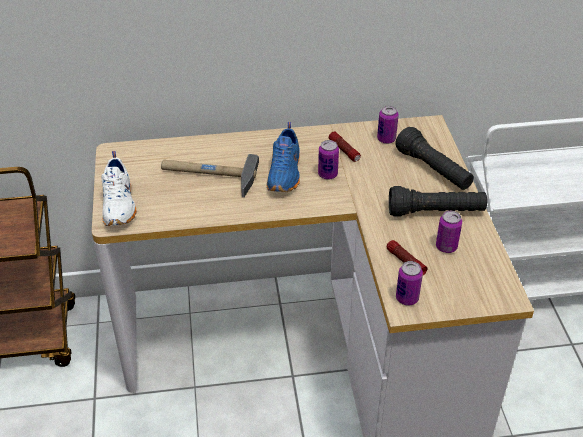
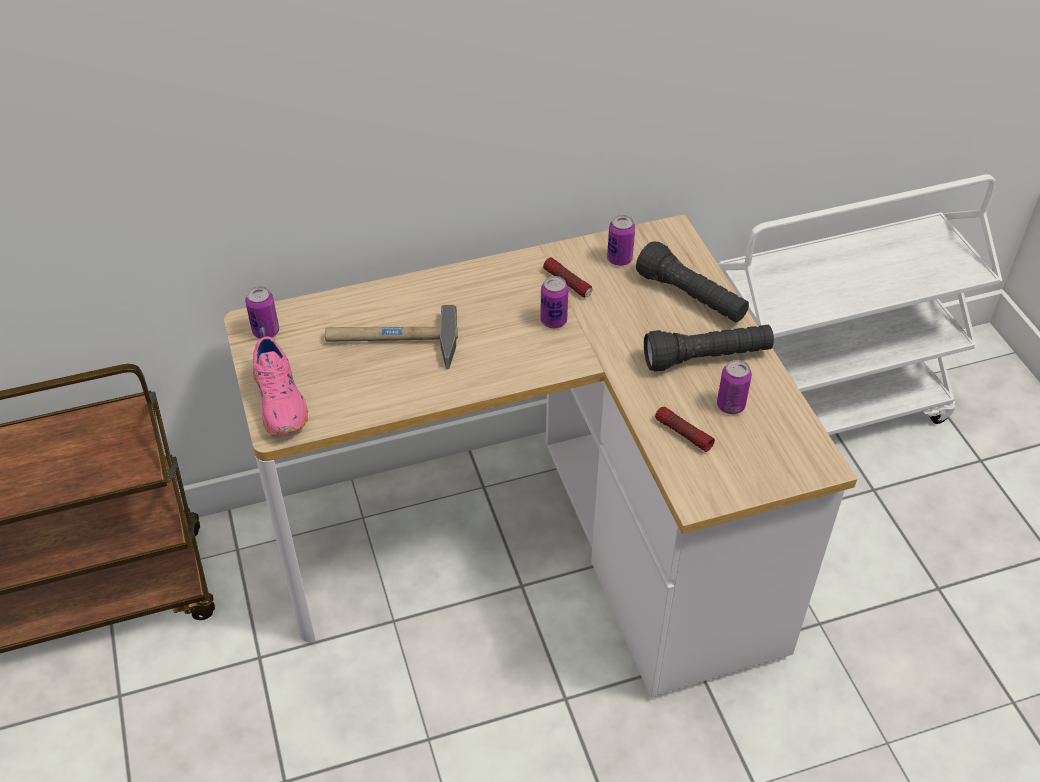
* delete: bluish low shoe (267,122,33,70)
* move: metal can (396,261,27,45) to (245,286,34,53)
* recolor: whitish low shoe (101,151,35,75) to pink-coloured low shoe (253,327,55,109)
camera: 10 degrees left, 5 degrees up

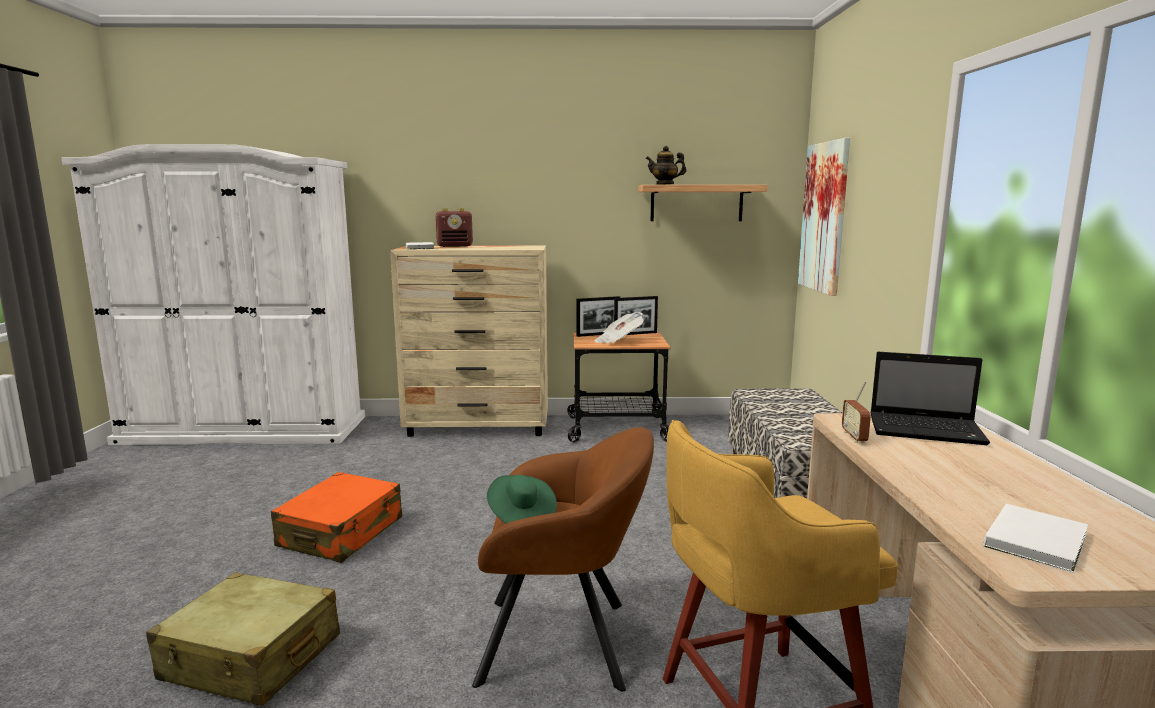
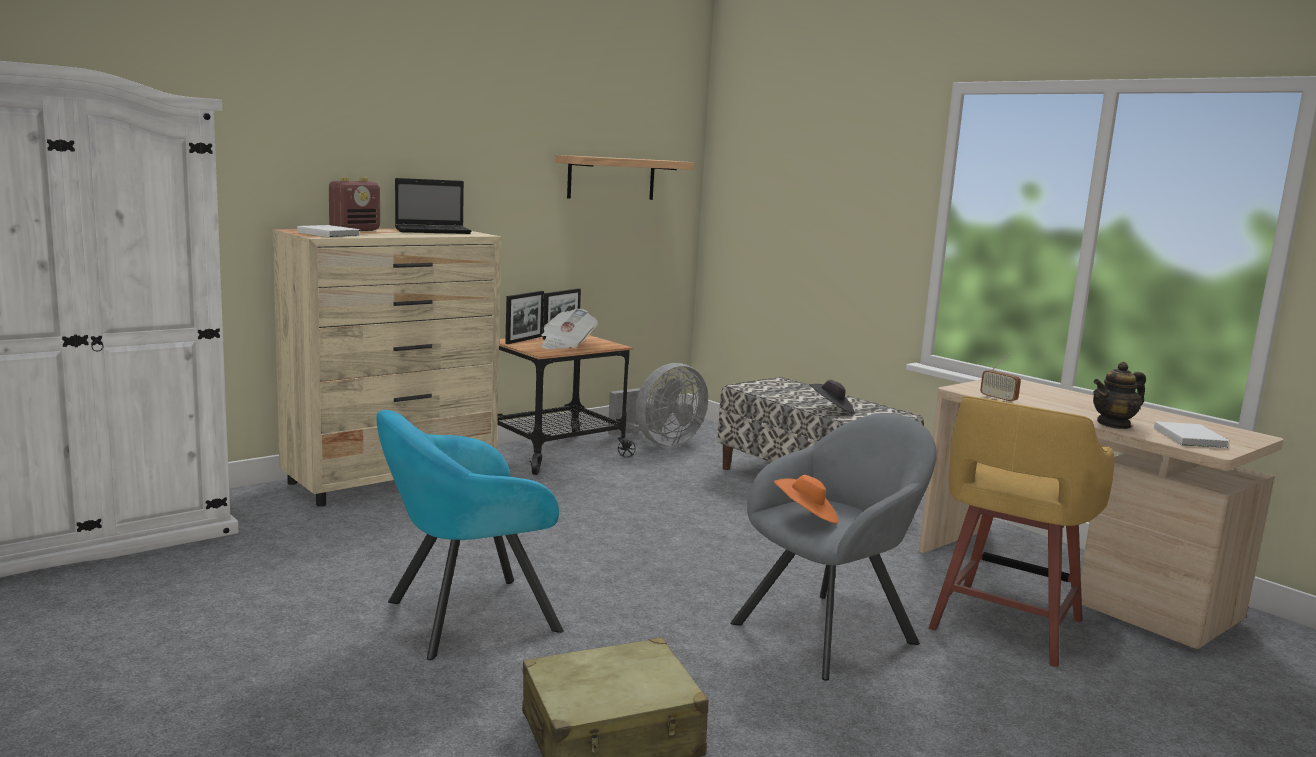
* delete: wall picture (798,138,52,158)
* insert: gray cooling fan (608,363,100,83)
* insert: black wearable hat (809,380,45,33)
* move: tea pot (646,146,41,39) to (1093,362,53,67)
* move: laptop (870,352,120,93) to (395,178,76,56)
* replace: orange suitcase (271,472,131,91) to turquoise easy chair (376,410,188,250)
* recolor: brown-coloured easy chair (472,427,182,265) to gray easy chair (730,413,207,268)
* recolor: green-coloured wearable hat (487,475,70,49) to orange wearable hat (774,475,65,49)
camera: 40 degrees left, 0 degrees up

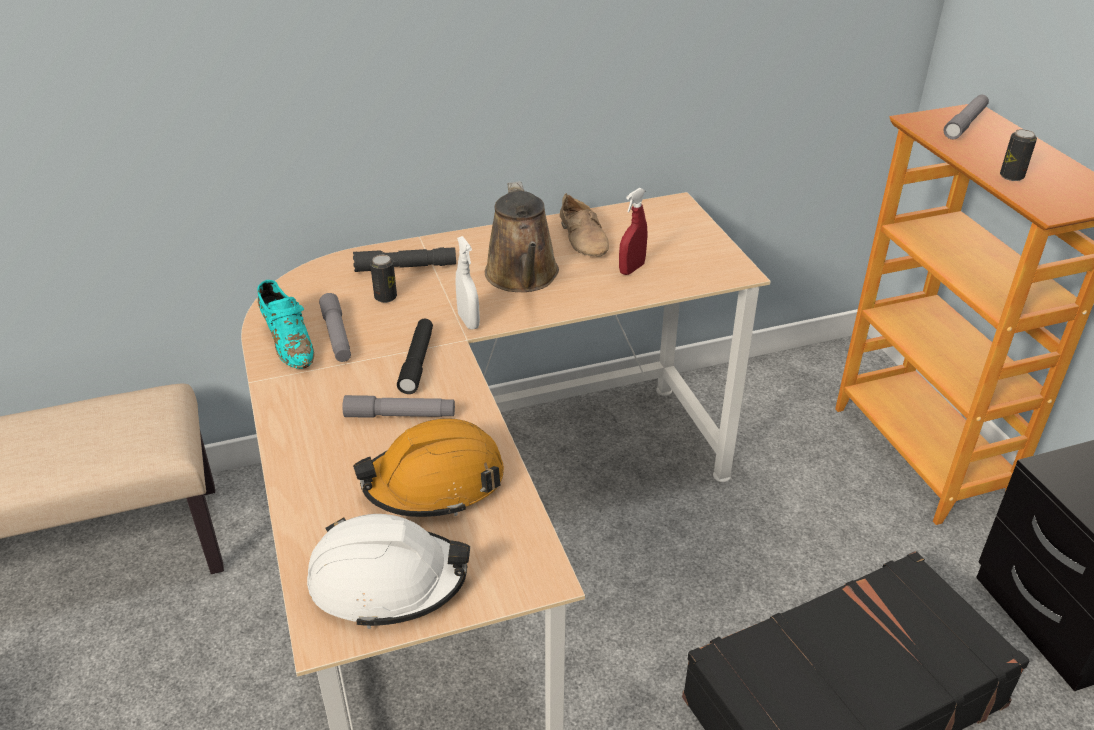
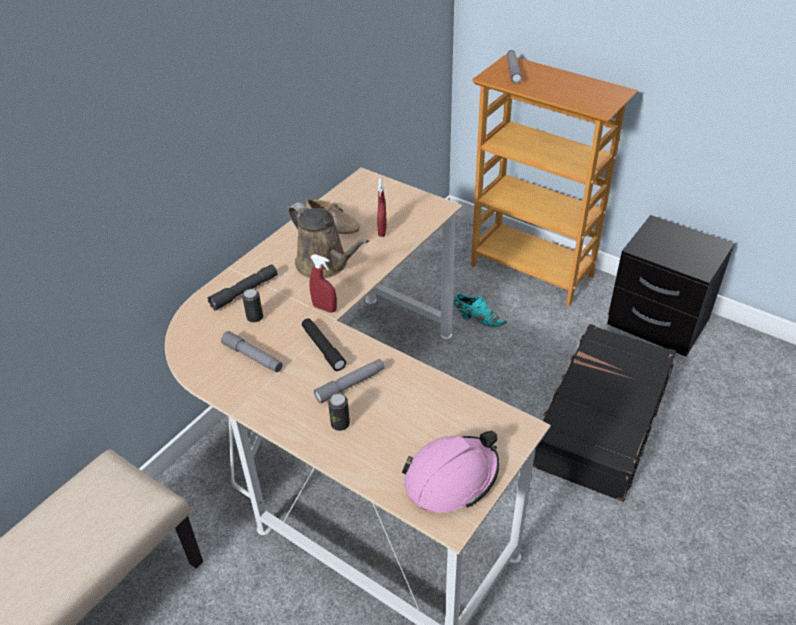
* delete: orange work helmet (353,418,151,99)
* move: turquoise low shoe (257,280,57,89) to (453,293,54,34)
* move: metal can (1000,129,37,52) to (328,394,22,37)
* recolor: whitish work helmet (307,514,163,115) to pink-coloured work helmet (402,431,97,81)
* recolor: whitish hand sprayer (456,236,24,94) to red hand sprayer (309,254,28,59)
camera: 35 degrees left, 5 degrees up

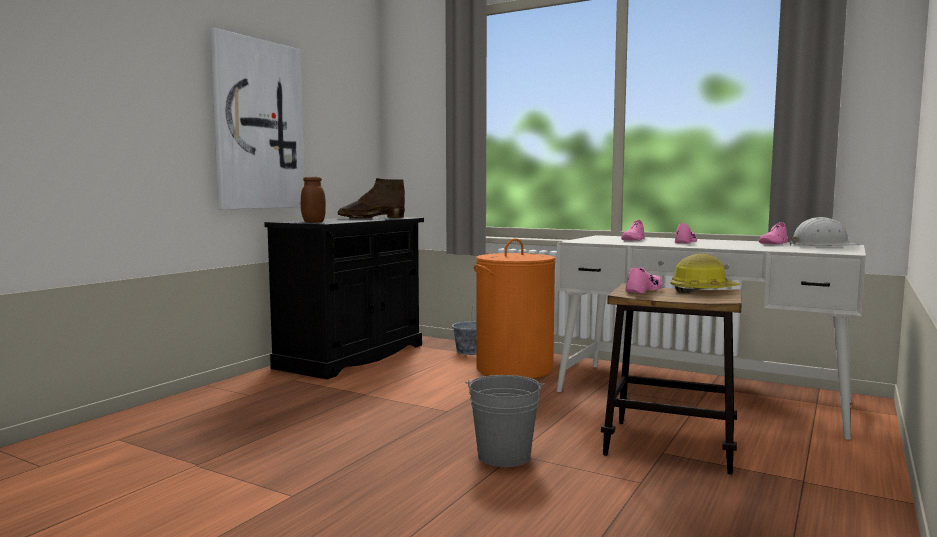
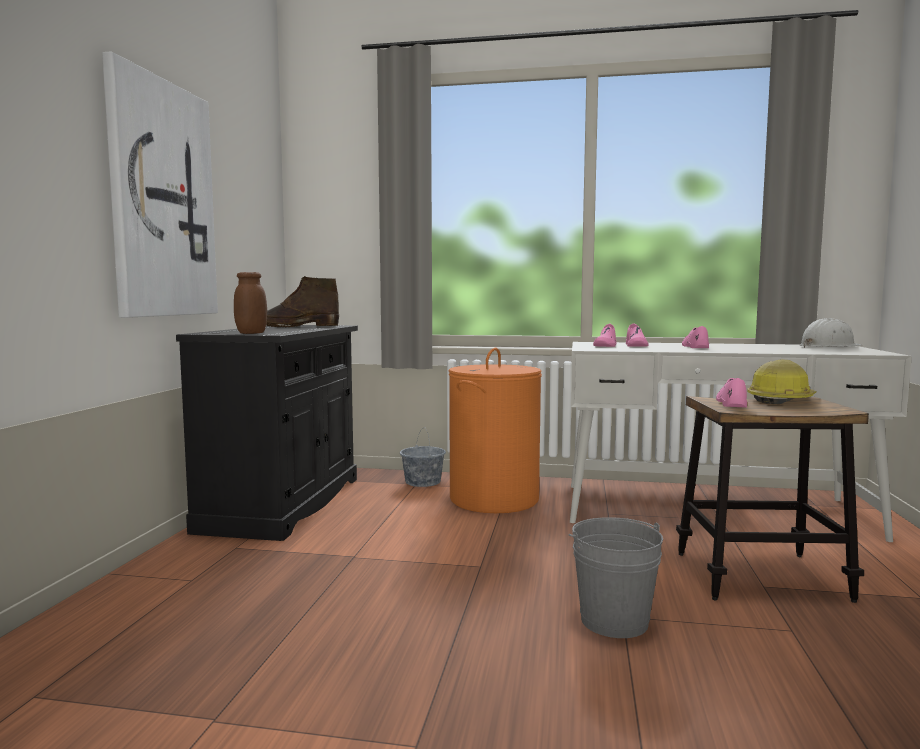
* move: pink-coloured low shoe (759,222,29,22) to (593,324,24,23)
camera: 20 degrees left, 0 degrees up

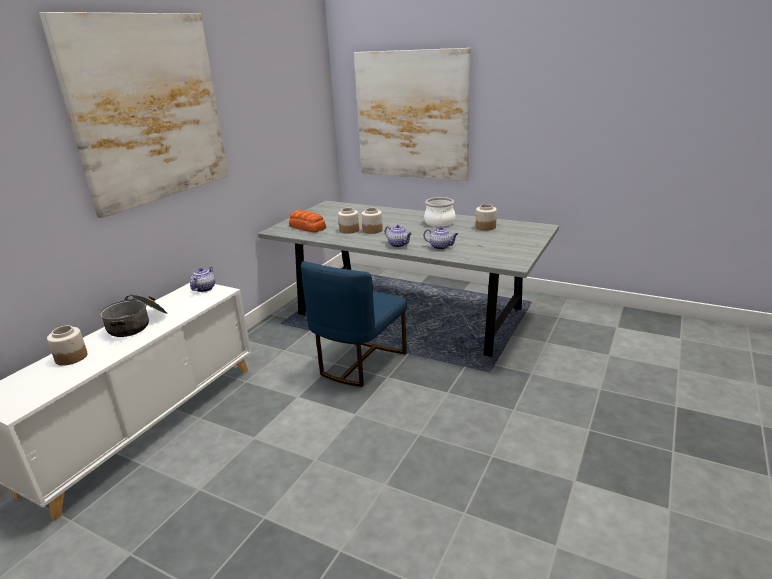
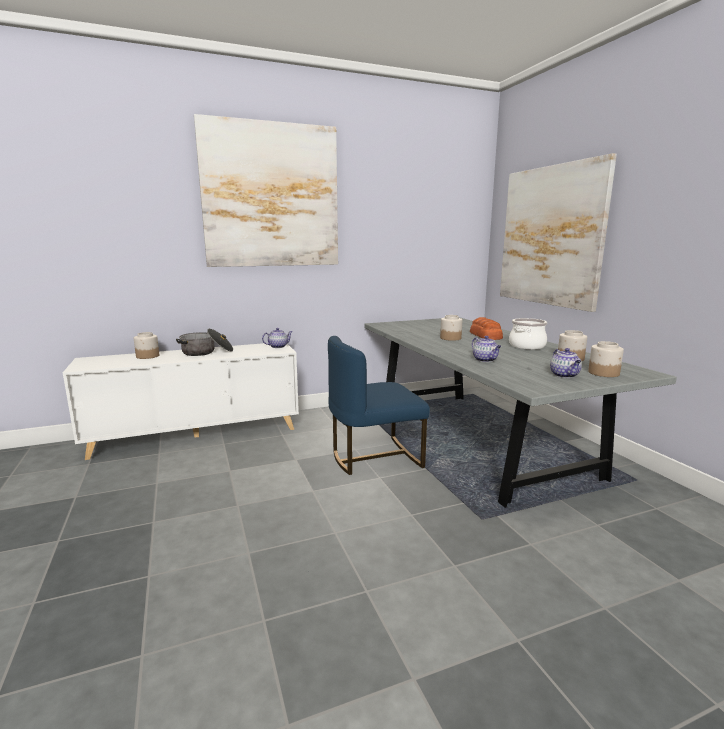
* move: bread (289,210,37,22) to (470,317,33,23)
* move: jar (338,208,21,26) to (588,341,36,36)
* move: tea pot (385,225,27,22) to (550,348,32,30)
camera: 40 degrees right, 10 degrees down

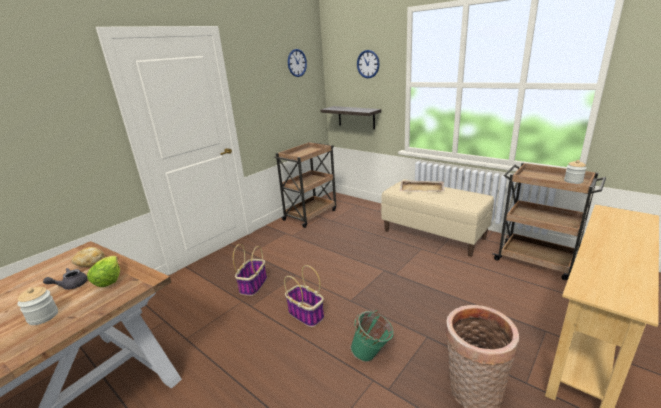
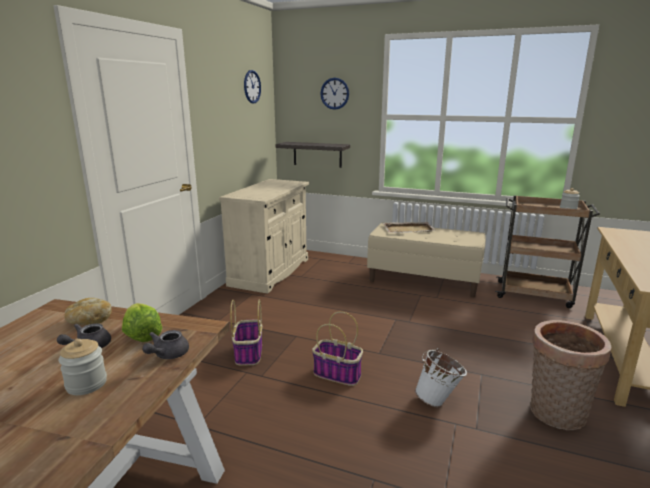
* insert: gray tea pot (142,330,47,29)
* replace: brown-coloured cart (274,142,62,86) to beige cupboard (219,179,90,114)
* recolor: green-coloured water bucket (350,310,44,52) to whitish water bucket (415,348,52,59)
camera: 20 degrees left, 5 degrees down

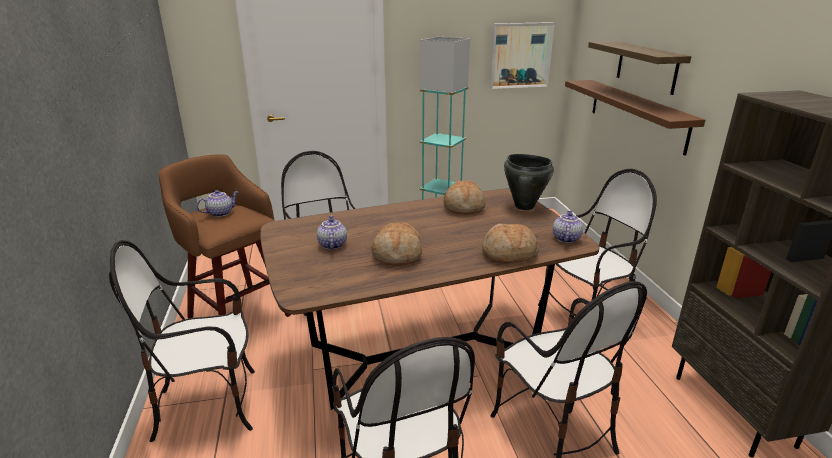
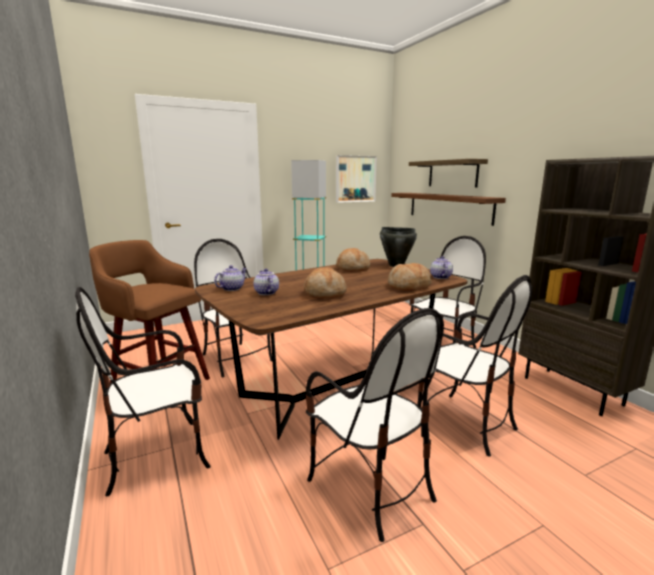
* move: tea pot (196,190,42,27) to (214,265,33,26)
camera: 15 degrees left, 10 degrees down

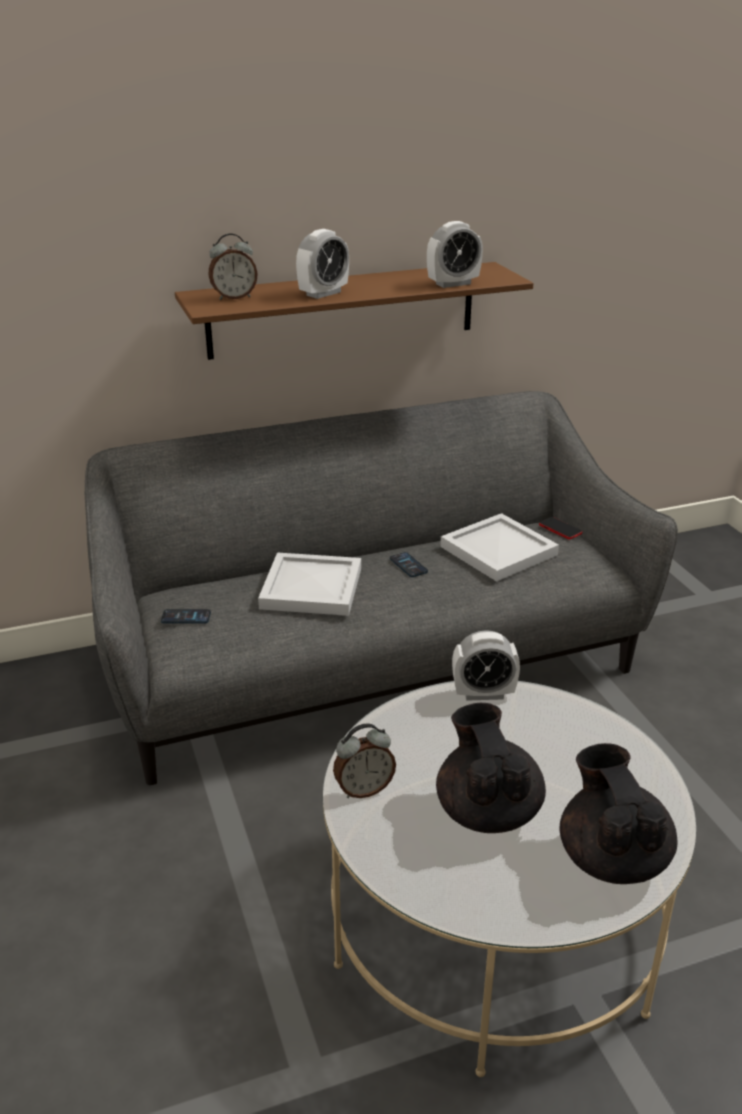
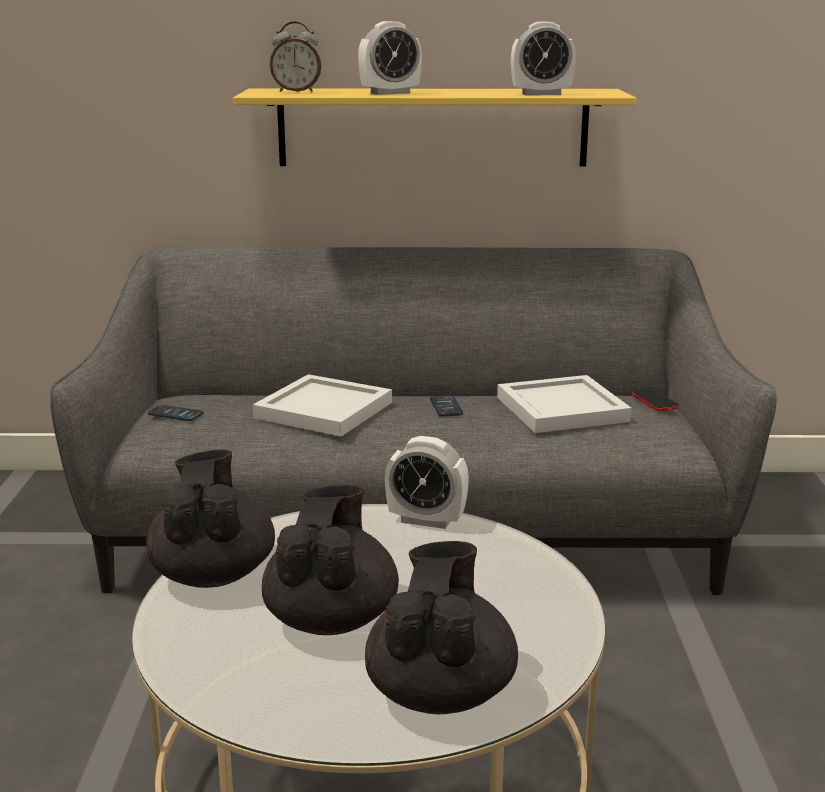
* replace: table clock (333,724,63,74) to black tea pot (146,449,129,139)
* recolor: brown-coloured wall shelf (175,262,359,98) to yellow wall shelf (233,89,403,78)
camera: 20 degrees right, 10 degrees down

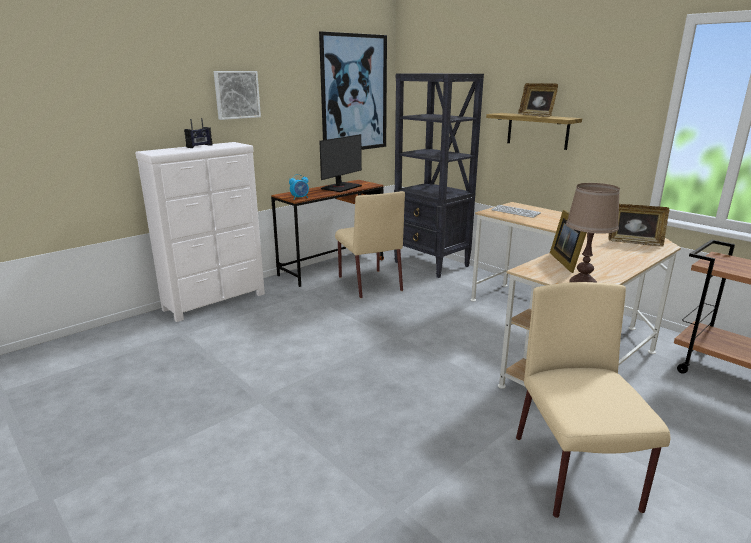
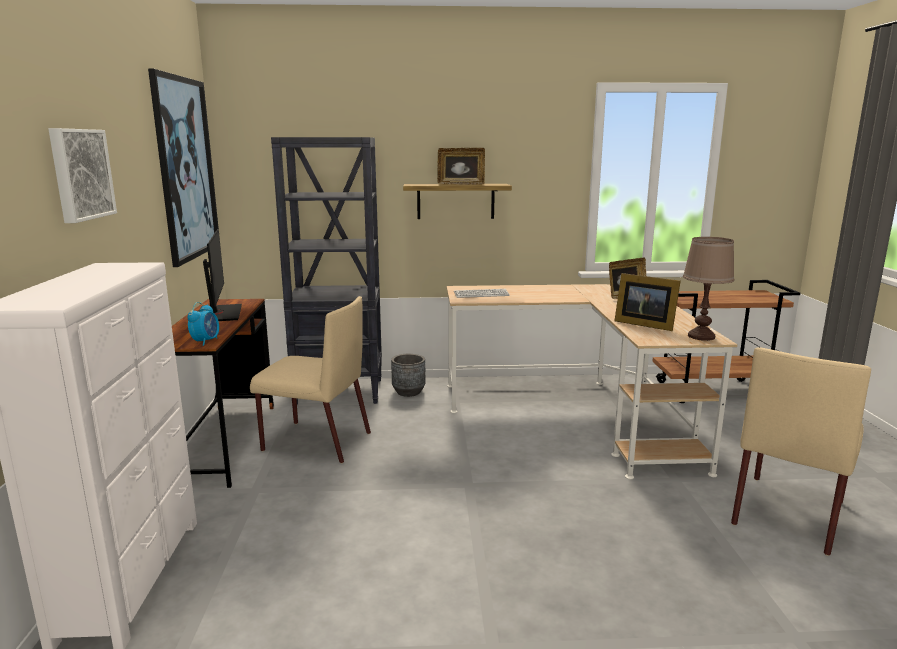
* delete: radio set (184,118,29,30)
* insert: gray planter (391,354,35,43)
* rotate: beige upright chair (516,282,155,236) = (731,347,140,209) 90 degrees counterclockwise
camera: 50 degrees left, 5 degrees down

